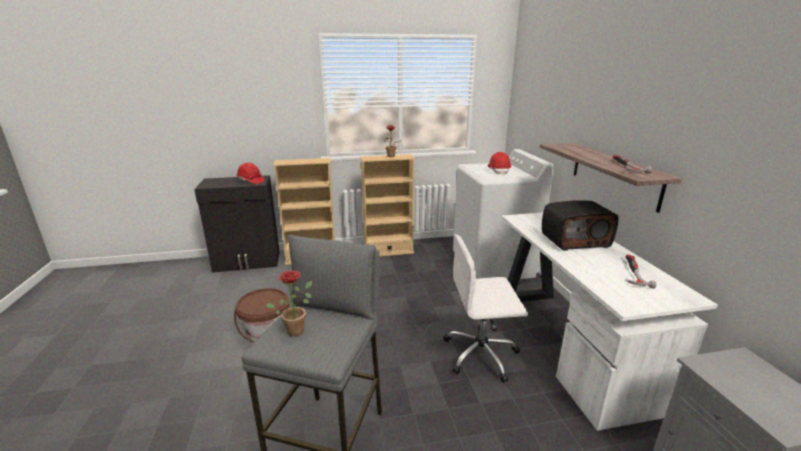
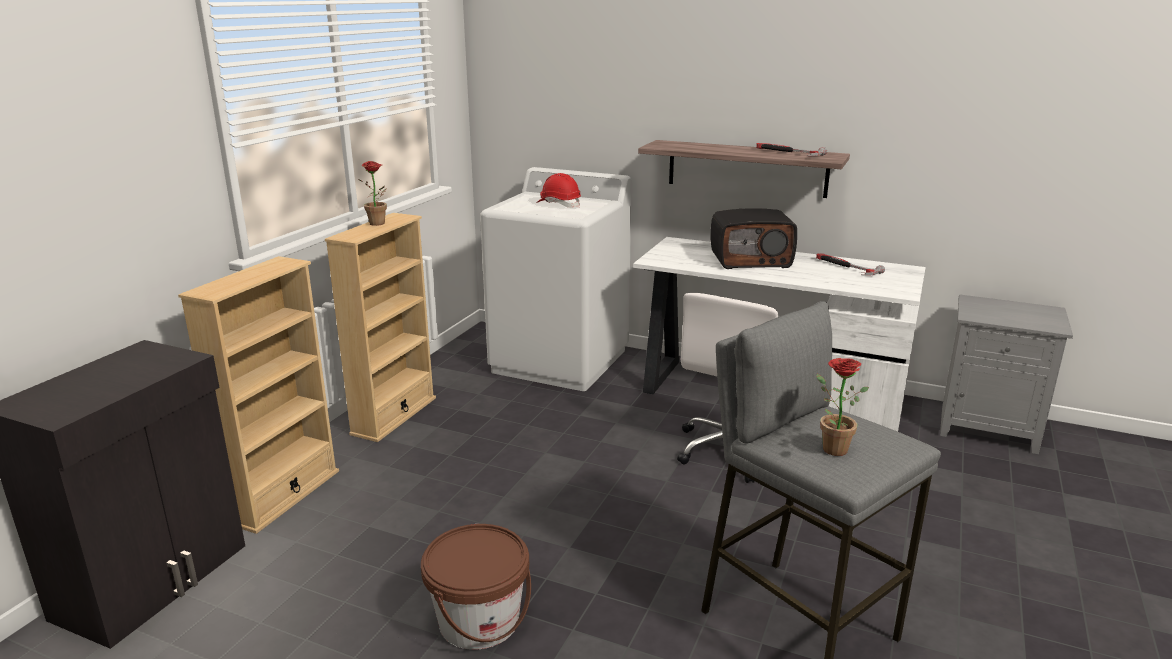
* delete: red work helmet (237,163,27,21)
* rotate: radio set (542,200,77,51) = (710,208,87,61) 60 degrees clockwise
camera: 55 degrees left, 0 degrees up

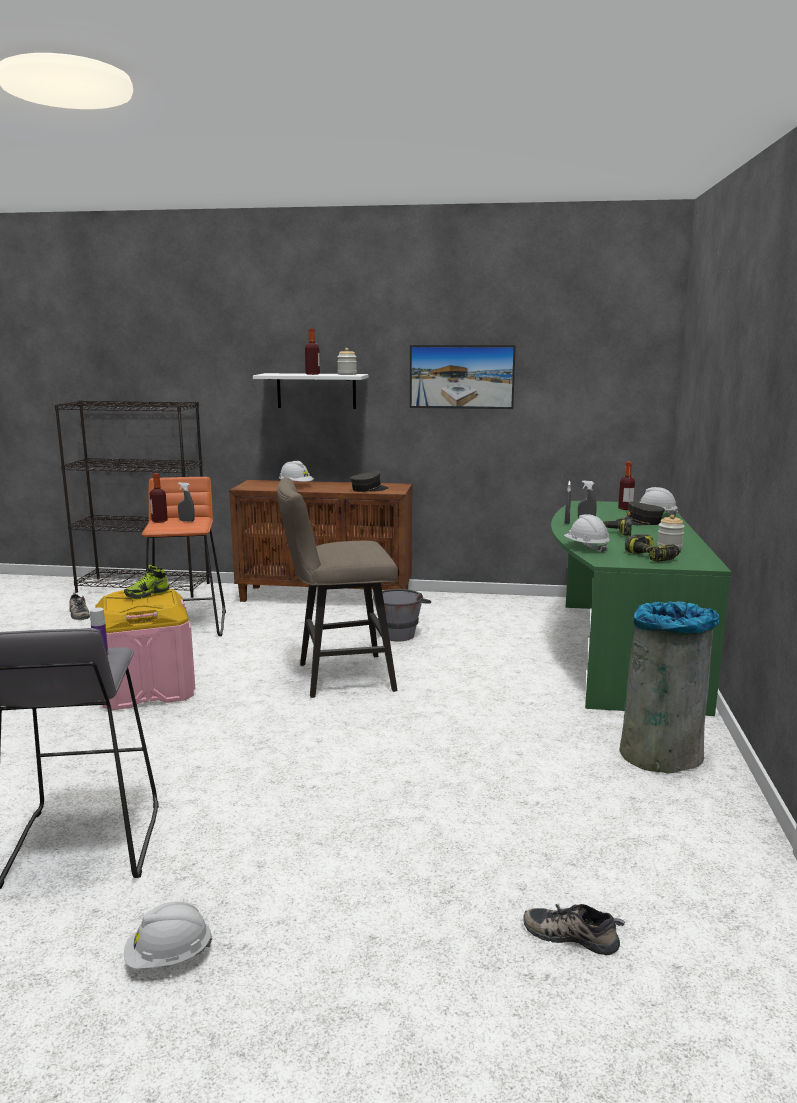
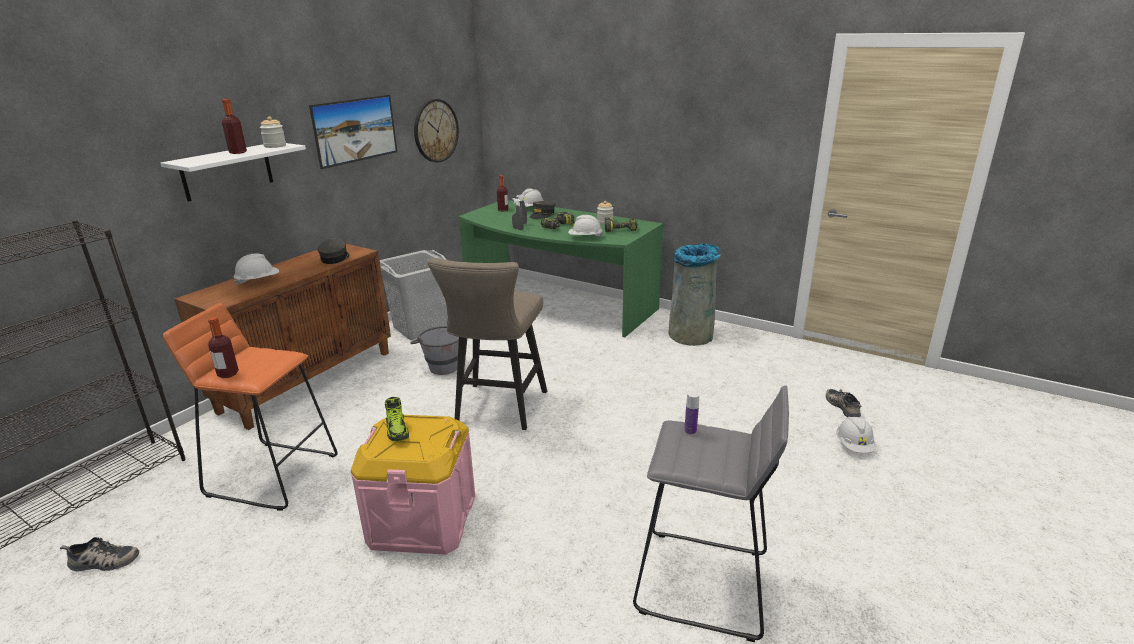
* delete: gray hand sprayer (178,482,17,40)
* insert: gray laundry basket (380,250,68,90)
* insert: clock on the wall (414,99,45,63)
* move: whitish work helmet (124,901,88,68) to (836,417,40,36)
* rotate: low shoe (523,904,102,52) = (826,389,36,28) 120 degrees clockwise
camera: 65 degrees left, 10 degrees up

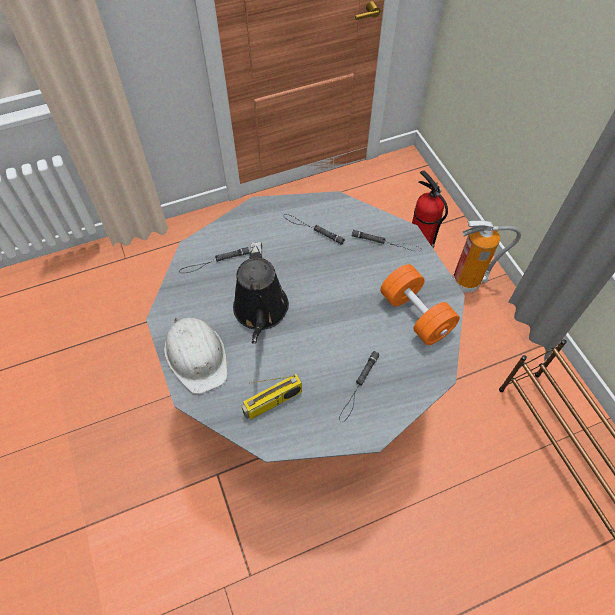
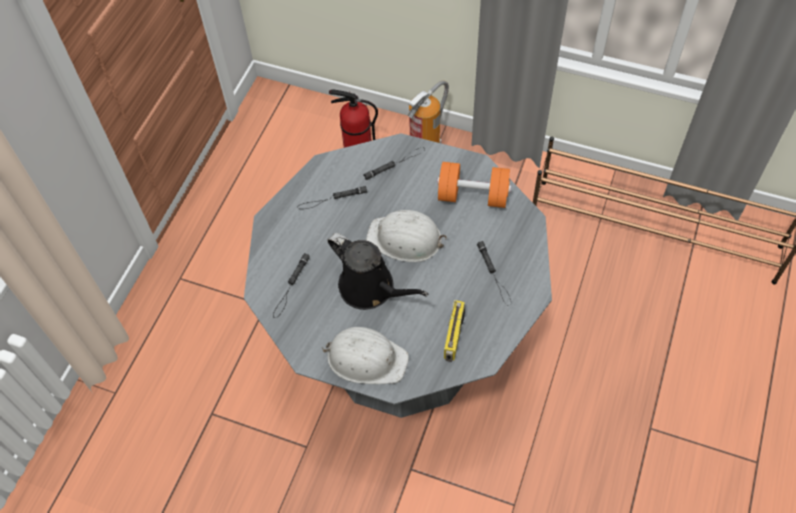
* insert: whitish work helmet (366,210,81,52)
camera: 45 degrees left, 0 degrees up

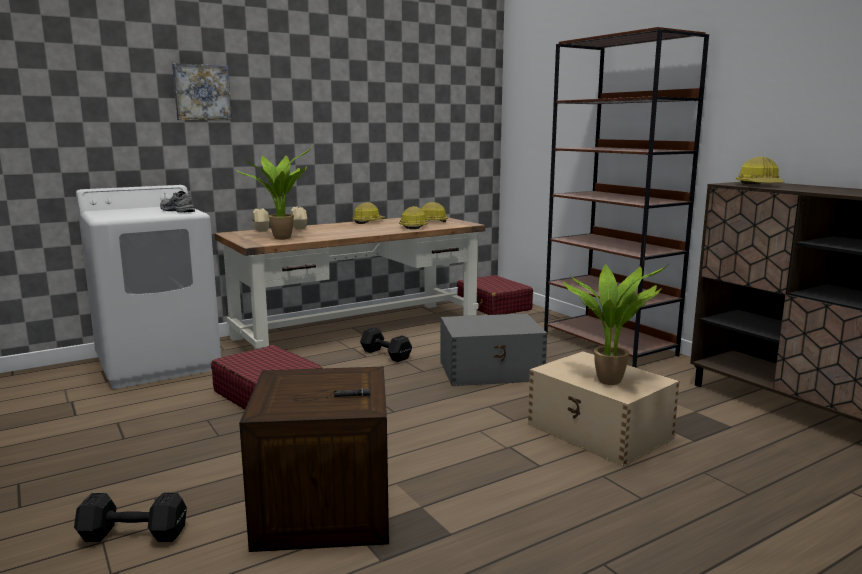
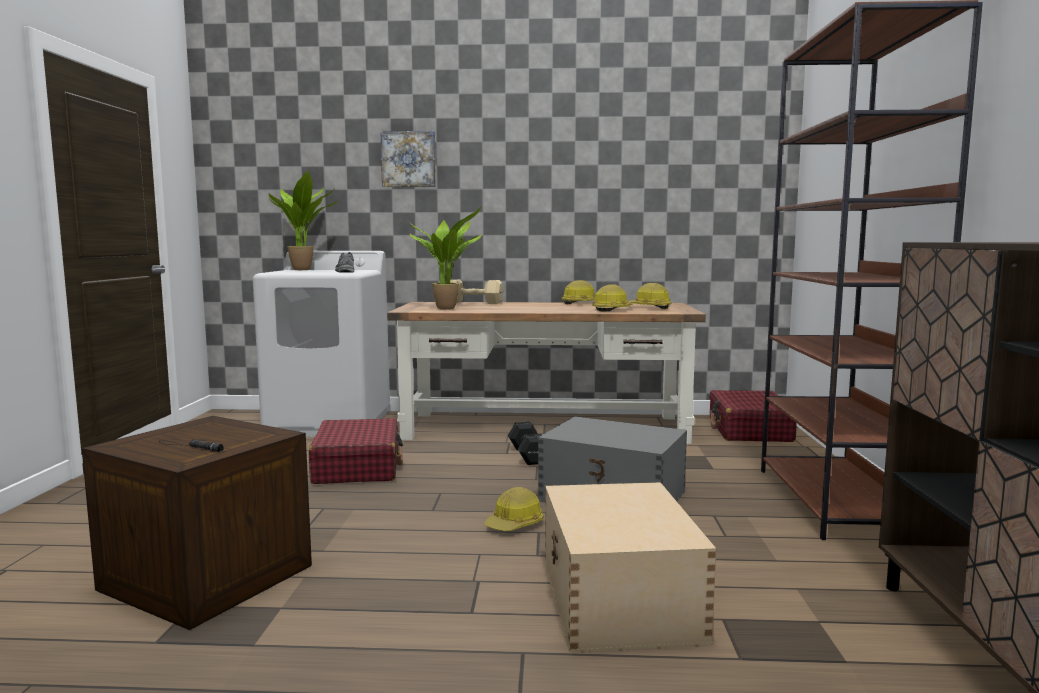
* delete: black hand weight (74,493,113,49)
* move: houseplant (563,264,104,121) to (269,171,69,99)
* move: work helmet (736,157,48,27) to (484,487,60,44)
camera: 35 degrees right, 5 degrees down

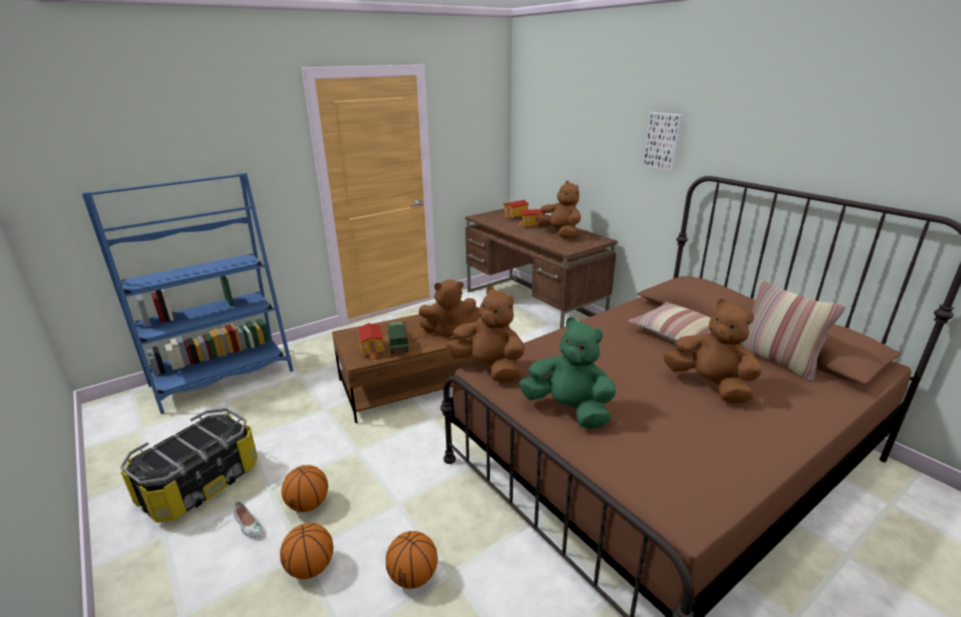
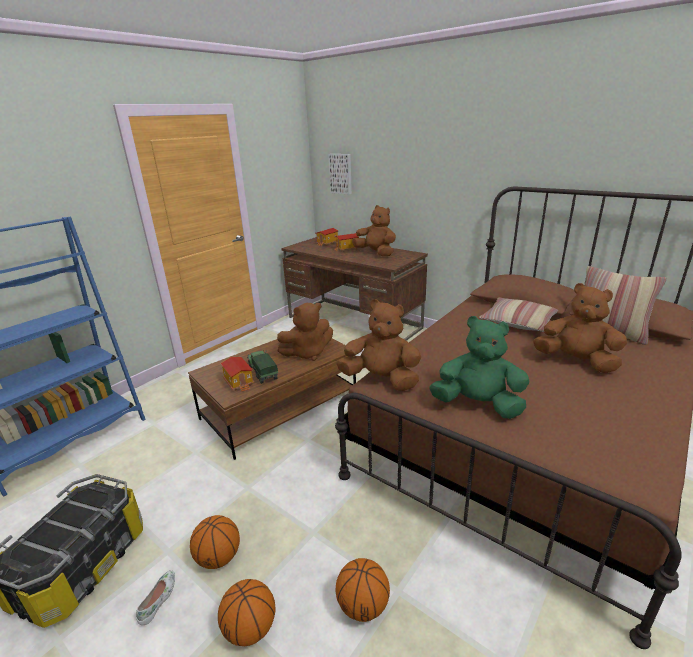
* move: wall picture (643,112,40,60) to (328,154,24,41)
* rotate: whitish low shoe (233,501,30,37) = (136,570,39,55) 105 degrees counterclockwise
camera: 15 degrees left, 0 degrees up

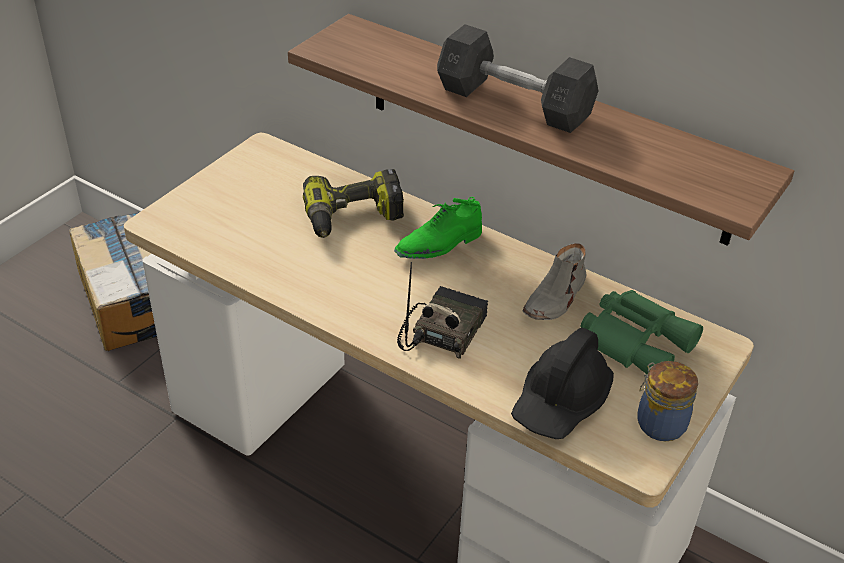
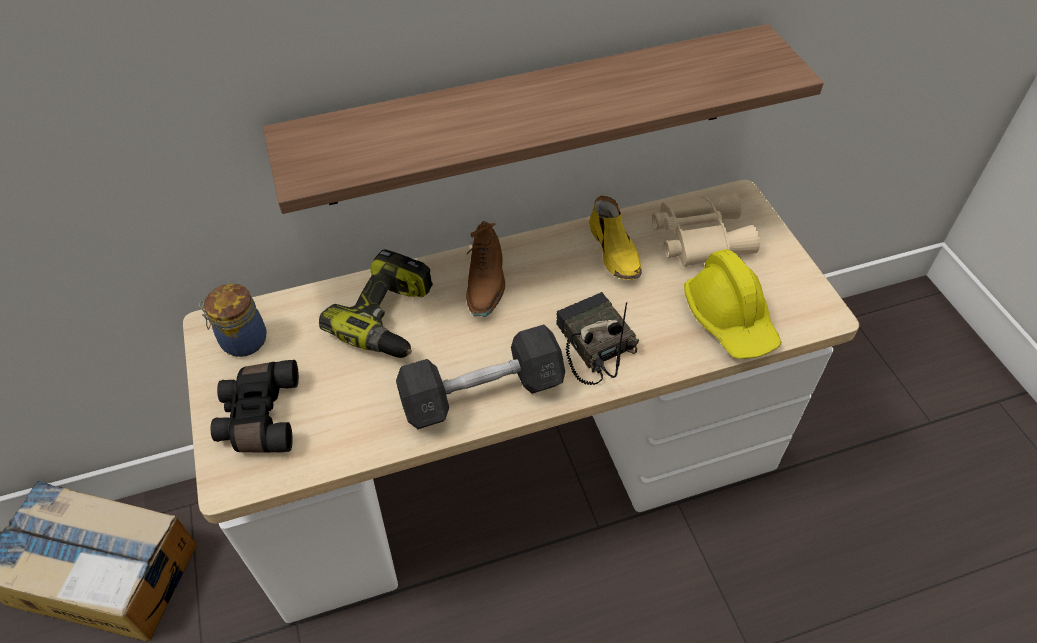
* insert: black pair of binoculars (211,360,88,93)
* move: gray hand weight (437,25,161,108) to (396,325,169,104)
* move: jar (637,361,61,80) to (199,284,68,73)
* recolor: green-coloured low shoe (394,197,88,62) to brown-coloured low shoe (465,221,40,96)
* recolor: black work helmet (511,328,103,111) to yellow work helmet (684,249,97,110)
* recolor: gray low shoe (522,243,65,77) to yellow low shoe (589,196,53,84)
* recolor: green-coloured pair of binoculars (581,290,122,84) to beige pair of binoculars (652,191,108,76)
camera: 50 degrees left, 10 degrees up

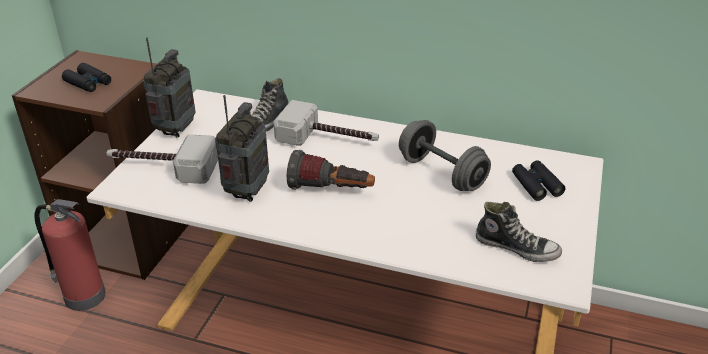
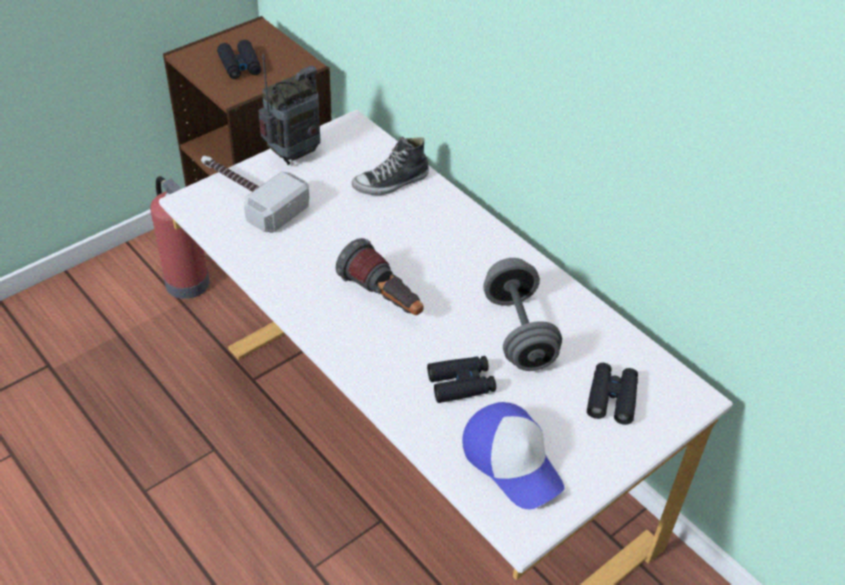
* delete: radio set (215,95,54,107)
* delete: hammer (273,100,106,46)
* insert: black pair of binoculars (427,356,69,47)
* replace: low shoe (476,202,86,60) to cap (462,402,103,107)
camera: 30 degrees right, 10 degrees up

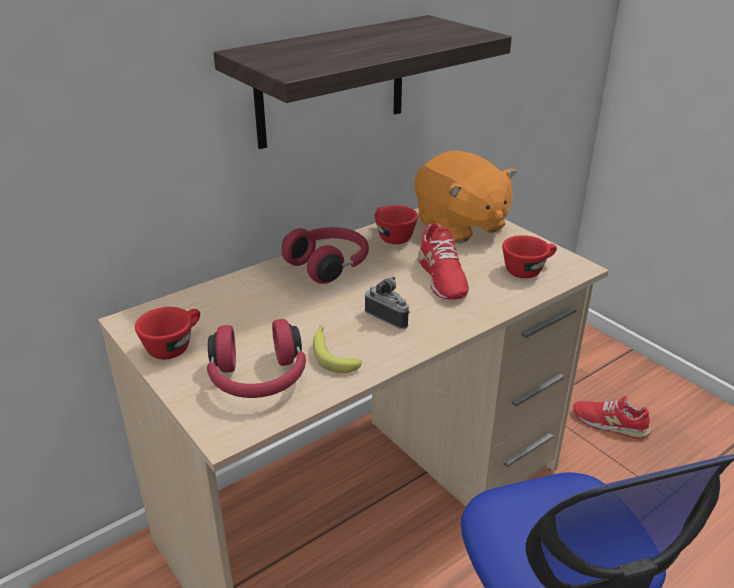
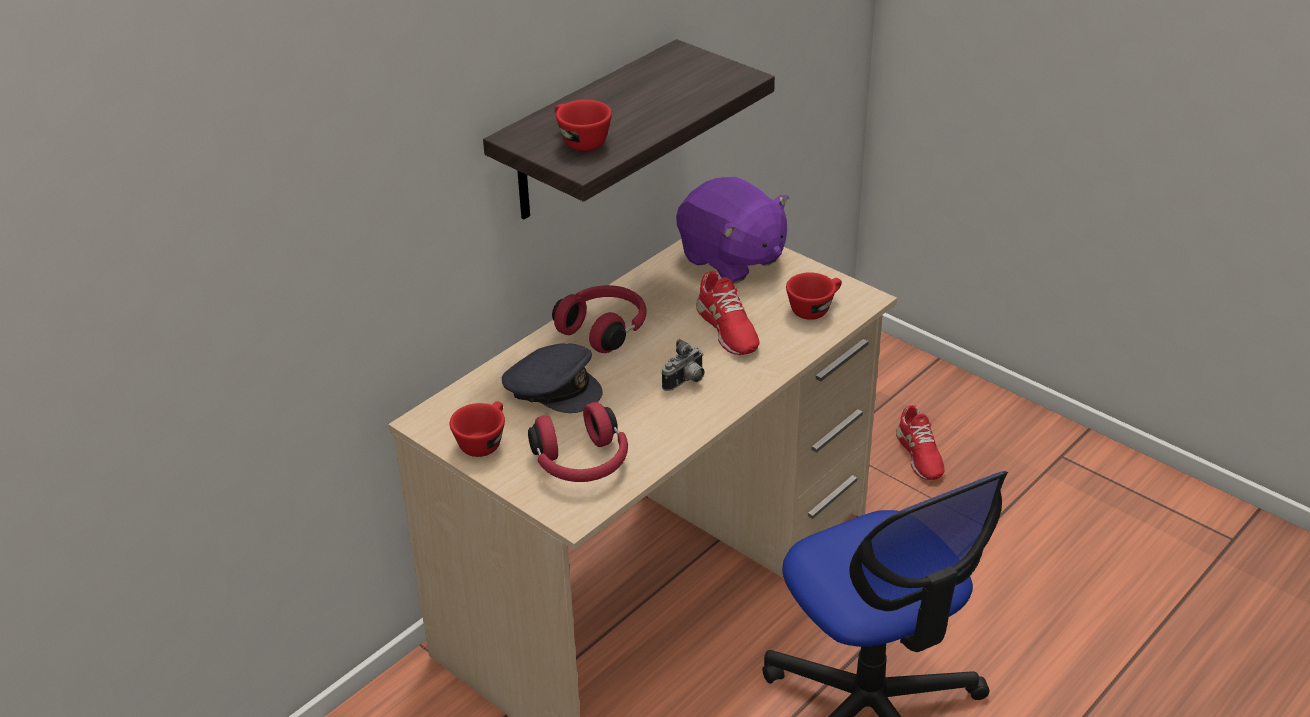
* delete: banana (313,325,49,48)
* insert: gray cap (502,343,101,70)
* move: red drinking cup (374,205,44,39) to (555,100,57,51)
* recolor: orange cuddly toy (415,150,102,93) to purple cuddly toy (676,177,113,107)
* rotate: still camera (365,277,45,52) = (662,339,43,52) 105 degrees clockwise
* rotate: red low shoe (573,396,78,43) = (896,405,49,75) 120 degrees counterclockwise
camera: 10 degrees left, 5 degrees up

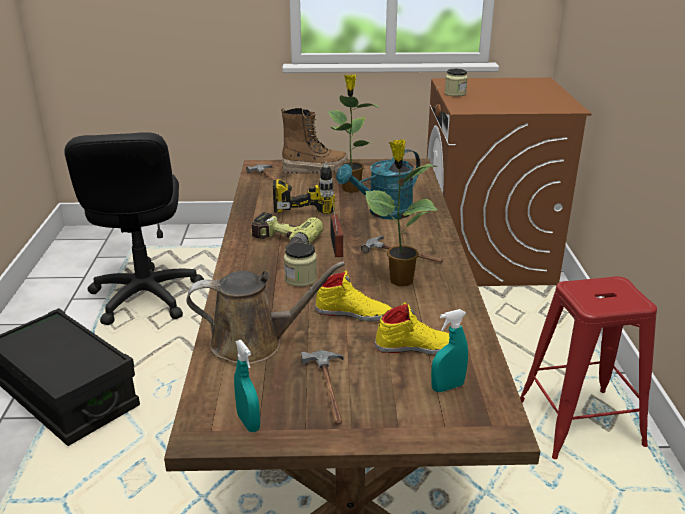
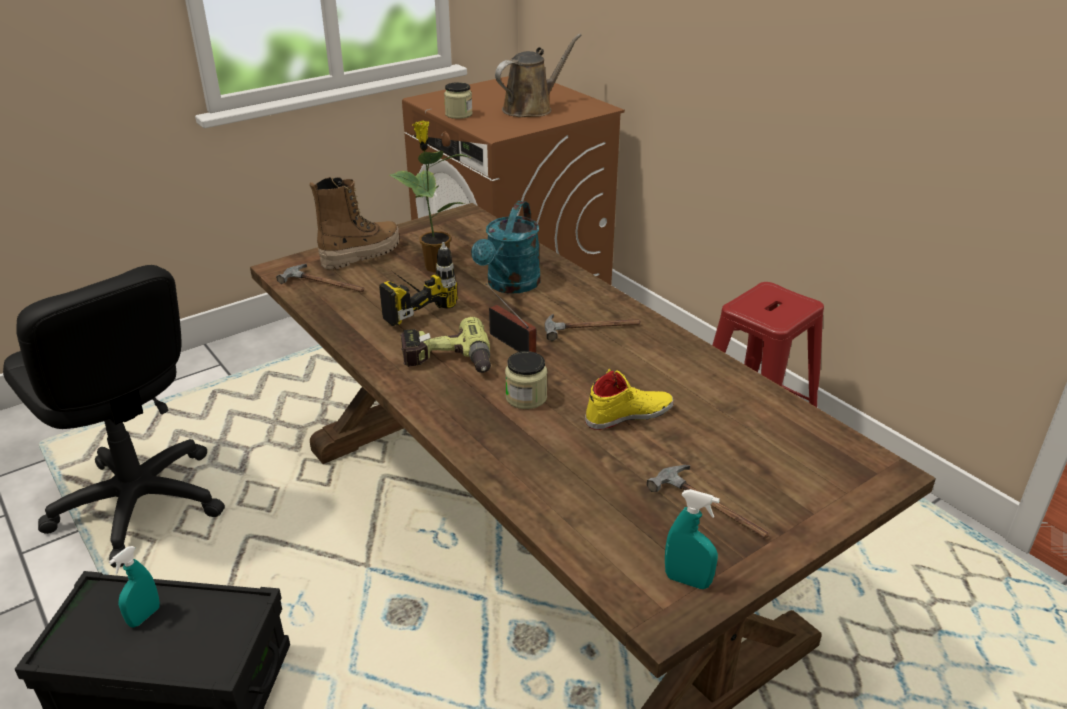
* delete: houseplant (365,139,73,147)
* delete: yellow low shoe (375,302,75,53)
* move: brown-coloured sprinkling can (186,261,159,103) to (495,34,87,83)
* move: turquoise hand sprayer (431,309,37,83) to (109,546,51,82)
camera: 35 degrees left, 5 degrees up

